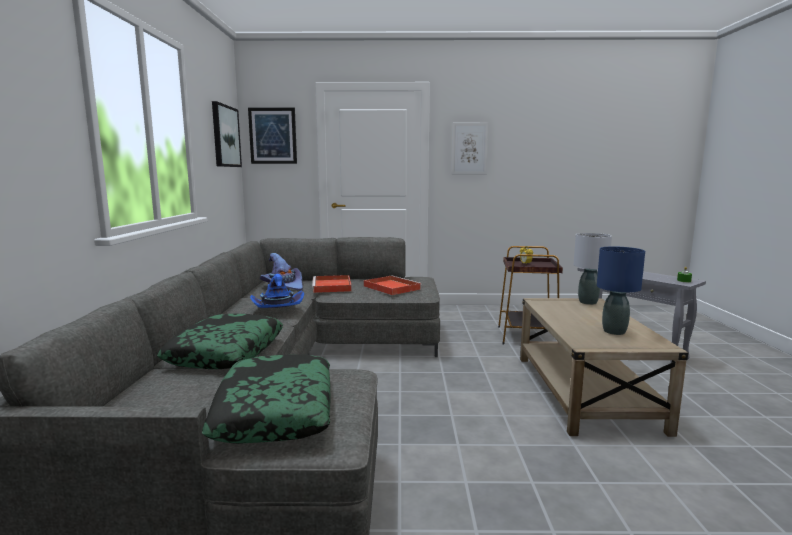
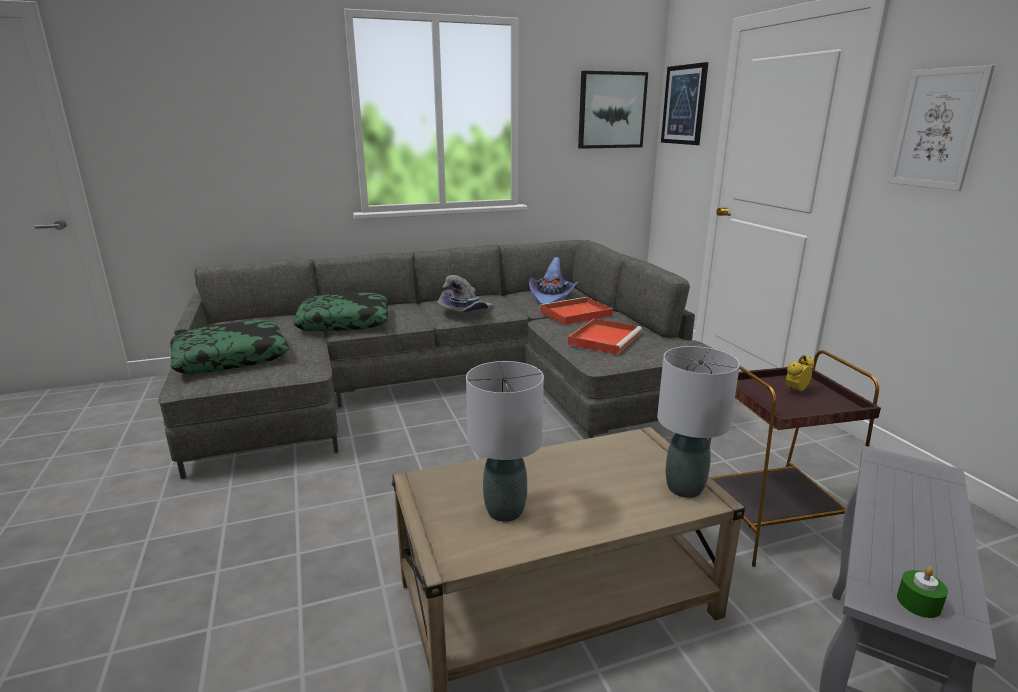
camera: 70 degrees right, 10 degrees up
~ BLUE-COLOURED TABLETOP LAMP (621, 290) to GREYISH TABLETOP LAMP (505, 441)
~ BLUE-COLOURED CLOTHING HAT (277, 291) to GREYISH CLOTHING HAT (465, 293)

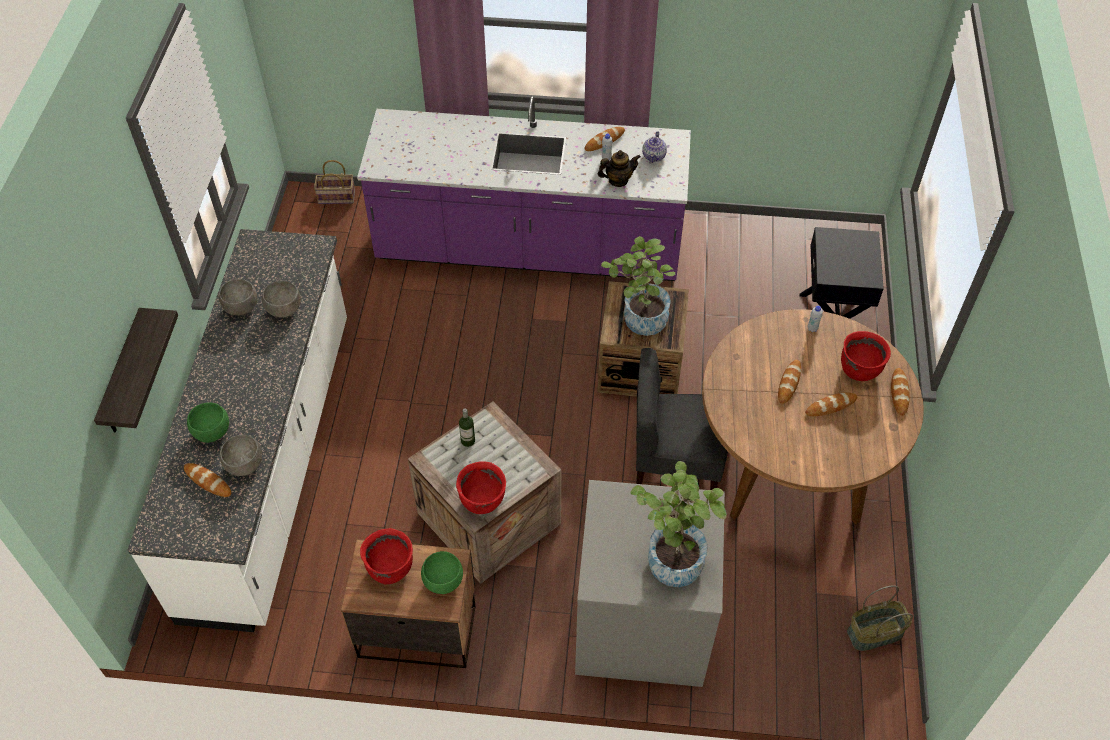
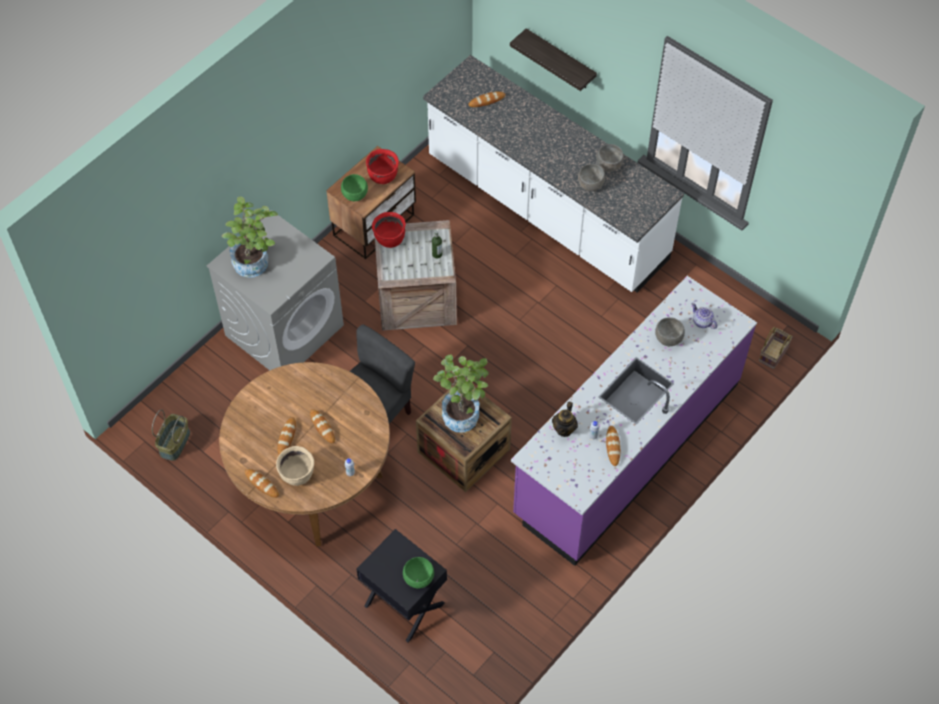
camera: 125 degrees right, 5 degrees up
~ POT FOR TEA (654, 147) to (704, 316)
~ RED-COLOURED COOKING POT (866, 356) to BEIGE COOKING POT (295, 466)
~ GREEN-COLOURED DEEP DISH (208, 422) to (418, 573)
~ GREYISH DEEP DISH (241, 455) to (670, 331)

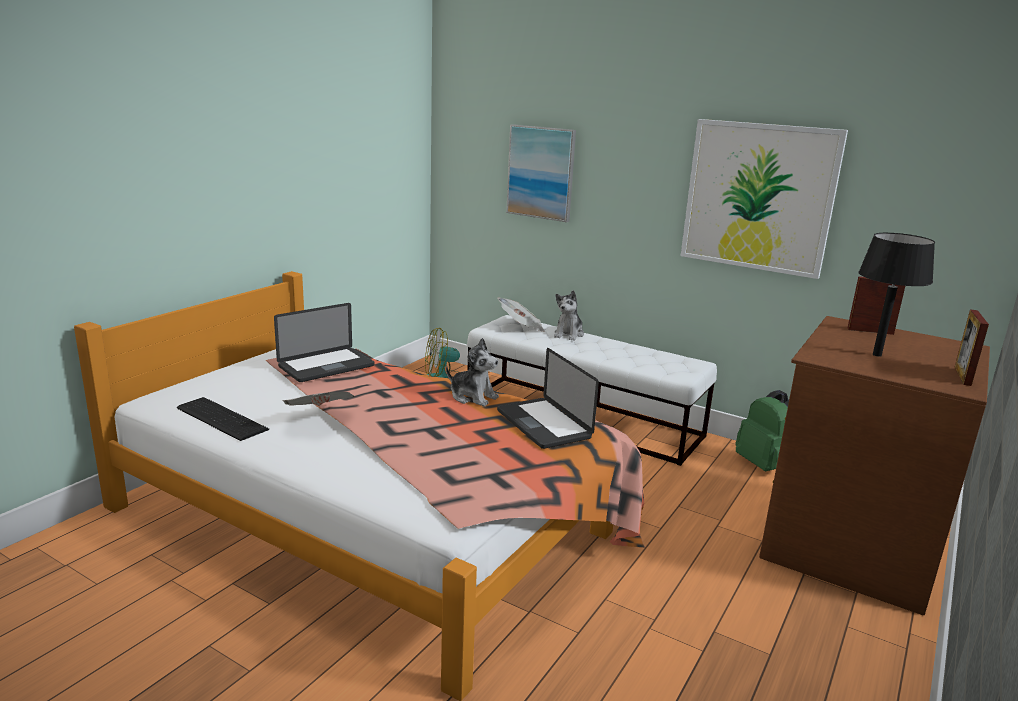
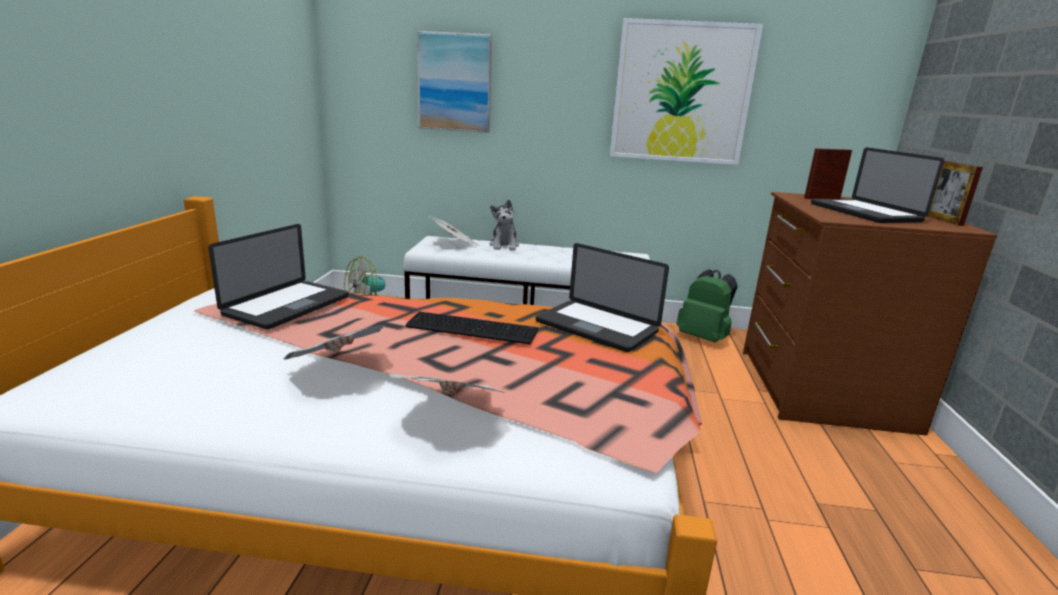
camera: 25 degrees left, 0 degrees up
~ BLACK-COLOURED TABLETOP LAMP (897, 295) to PORTABLE COMPUTER (877, 185)
- PLUSH TOY (472, 372)
~ COMPUTER KEYBOARD (223, 419) to (471, 327)
+ PRINTED PAPER (447, 384)

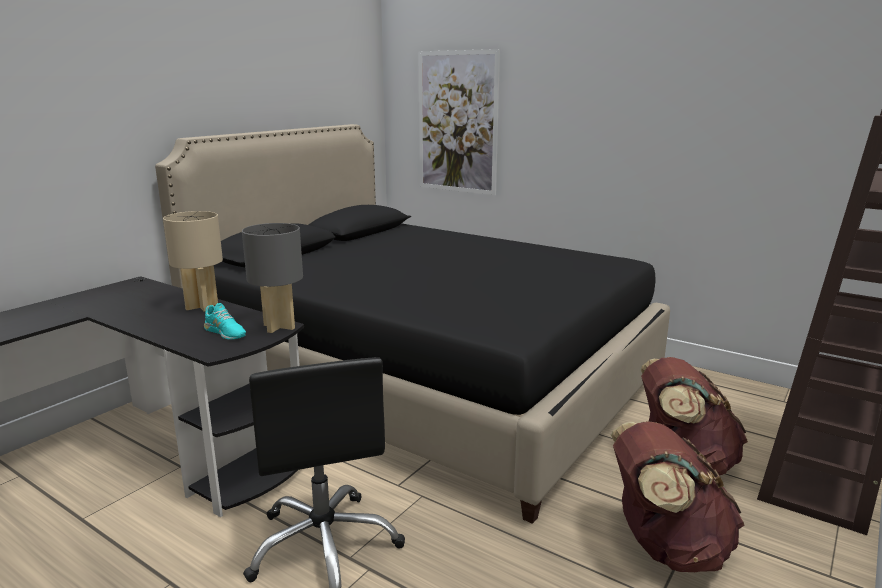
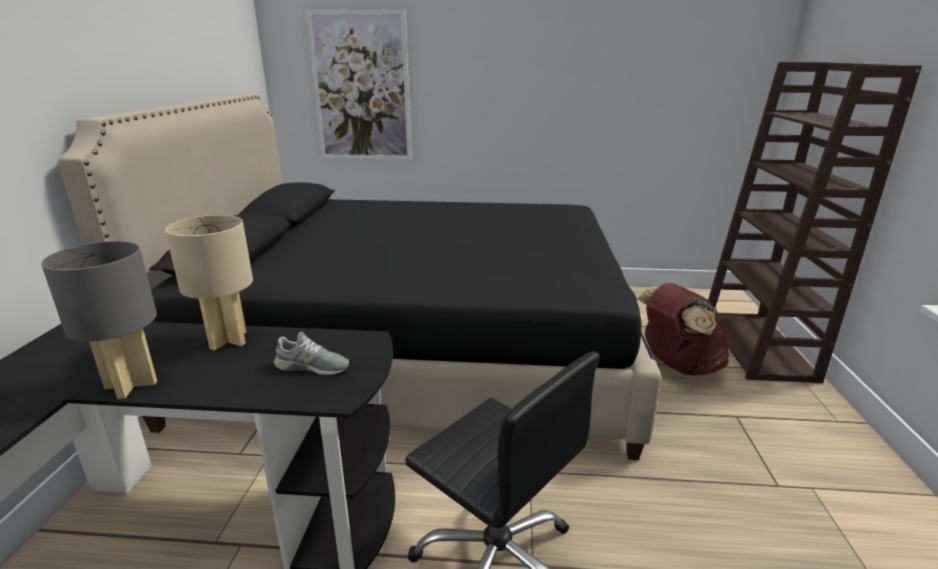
camera: 30 degrees left, 5 degrees up
~ GREYISH TABLETOP LAMP (272, 278) to (99, 320)
~ TURQUOISE SHOE (225, 321) to GREYISH SHOE (311, 353)
- BROWN-COLOURED RUCKSACK (677, 496)

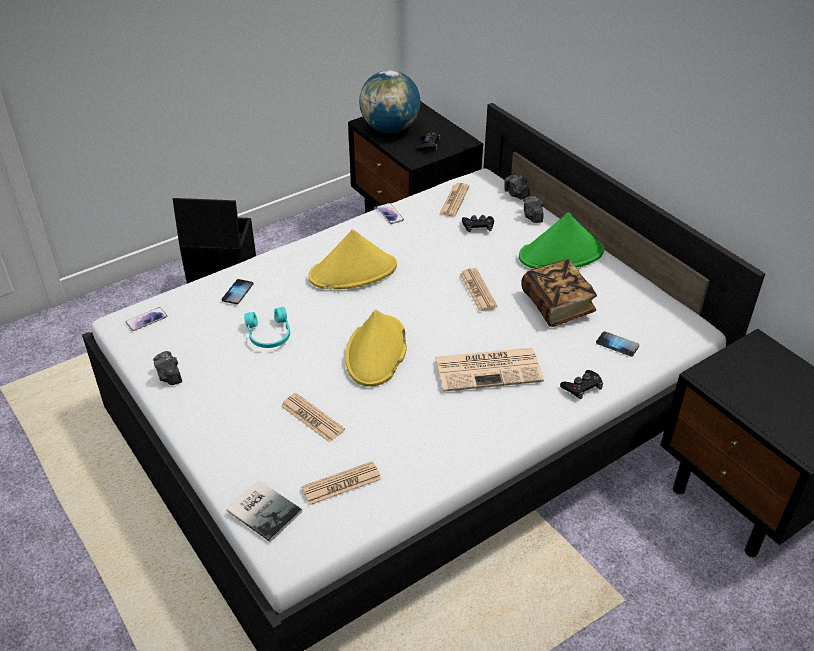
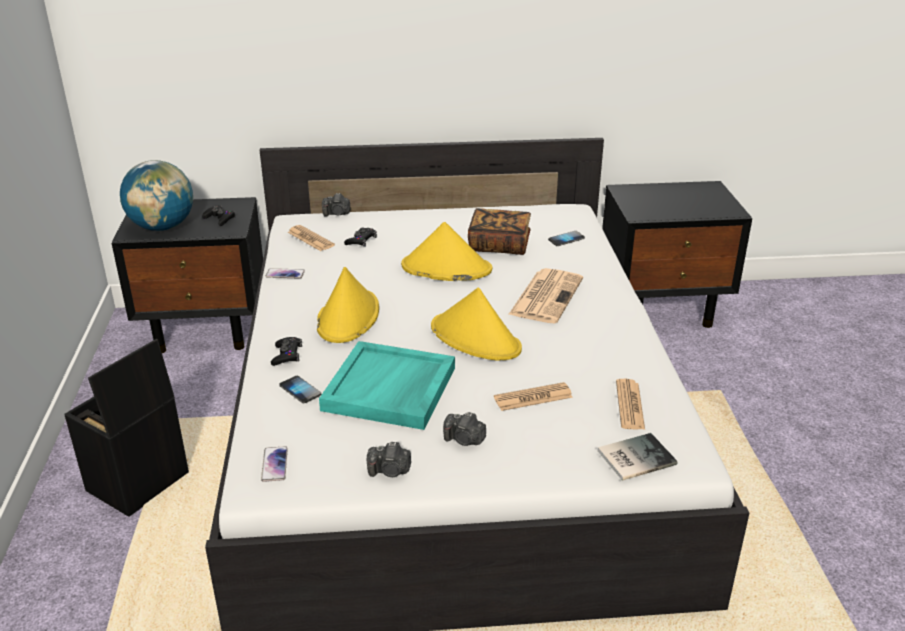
camera: 60 degrees left, 10 degrees down
~ STILL CAMERA (533, 209) to (464, 429)
- GREEN-COLOURED CLOTHING HAT (561, 240)
~ PRINTED PAPER (479, 289) to YELLOWISH CLOTHING HAT (446, 251)
~ TURQUOISE HEADSET (267, 327) to TURQUOISE TRAY (387, 385)
~ BLACK-COLOURED GAMEPAD (581, 385) to (286, 351)

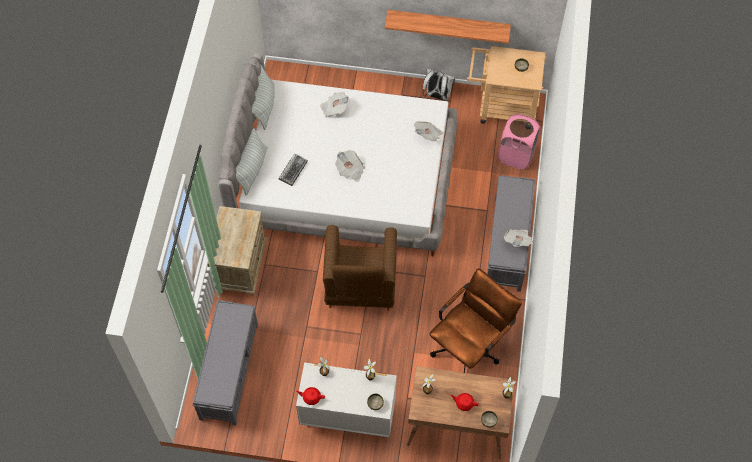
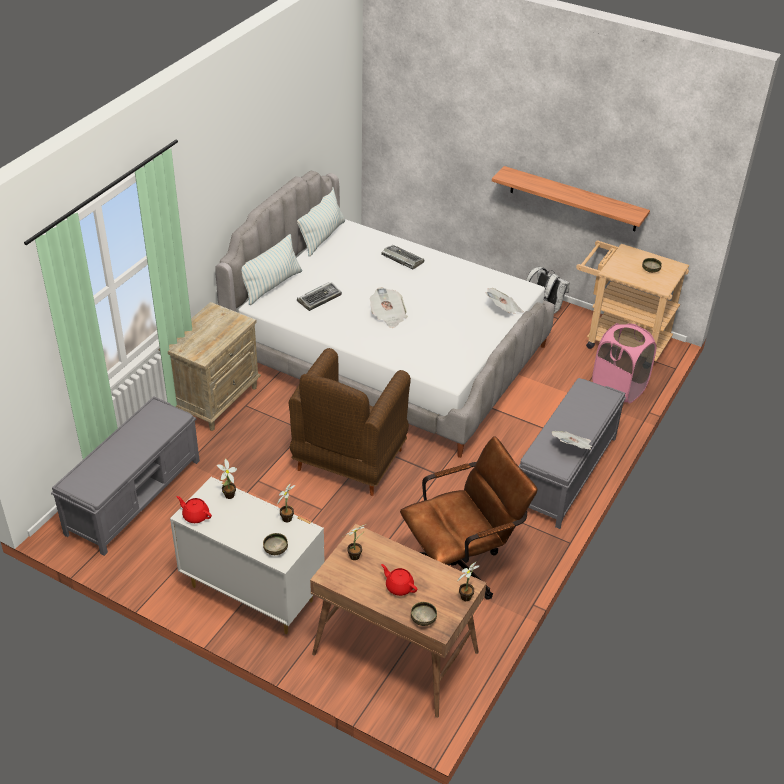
camera: 20 degrees right, 20 degrees down
~ PRINTED PAPER (334, 104) to COMPUTER KEYBOARD (402, 257)

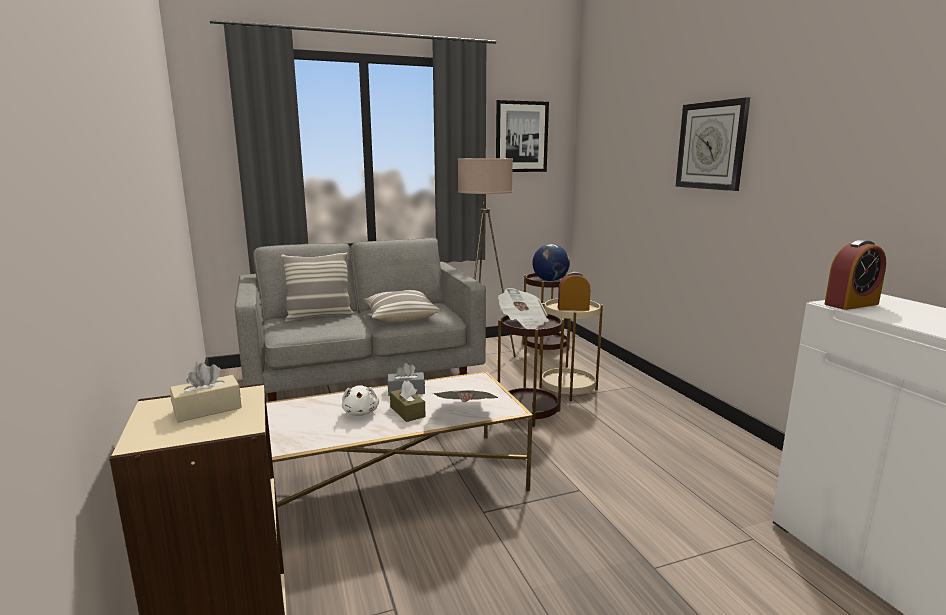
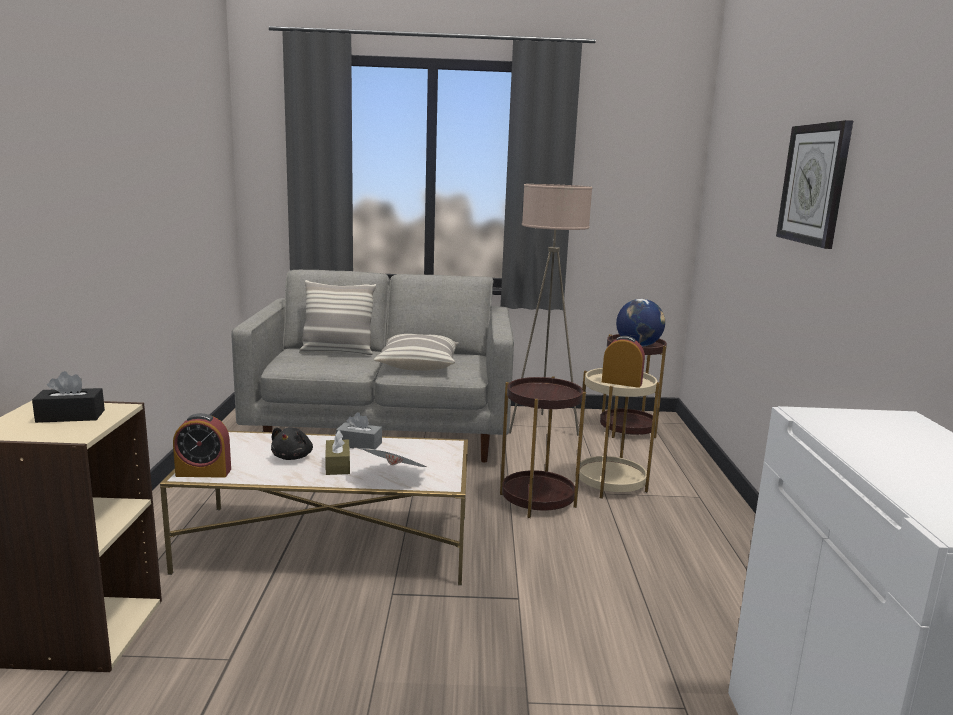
camera: 20 degrees right, 0 degrees up
- PICTURE (522, 136)
~ ALARM CLOCK (855, 275) to (202, 445)
- PRINTED PAPER (523, 308)
~ BEIGE TISSUE BOX (206, 392) to BLACK-COLOURED TISSUE BOX (68, 397)
~ WHITE-COLOURED PLUSH TOY (360, 400) to BLACK-COLOURED PLUSH TOY (292, 443)

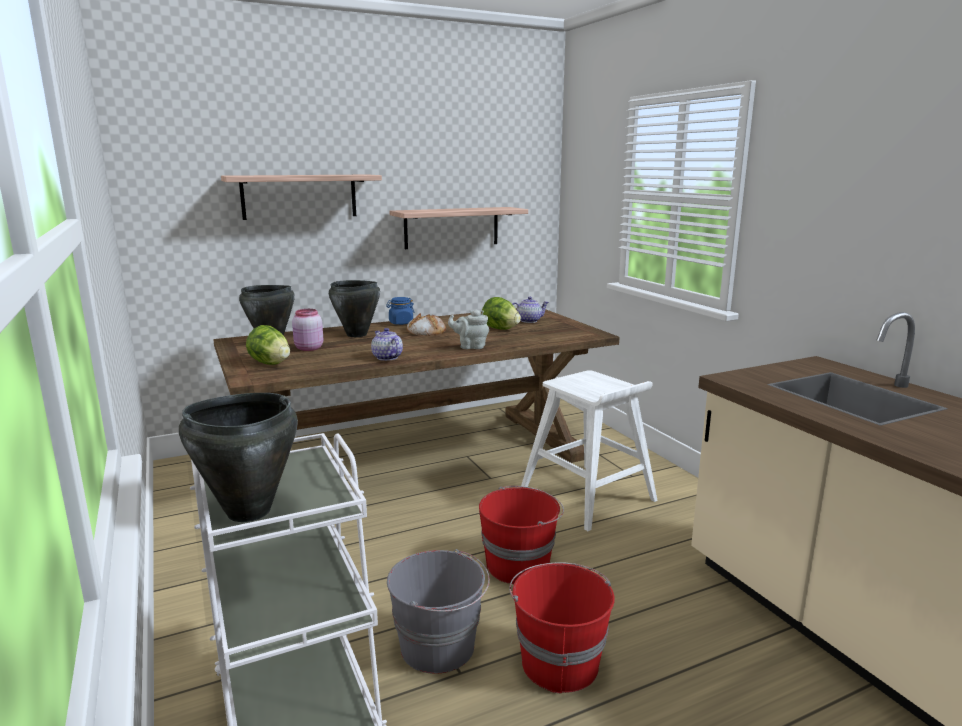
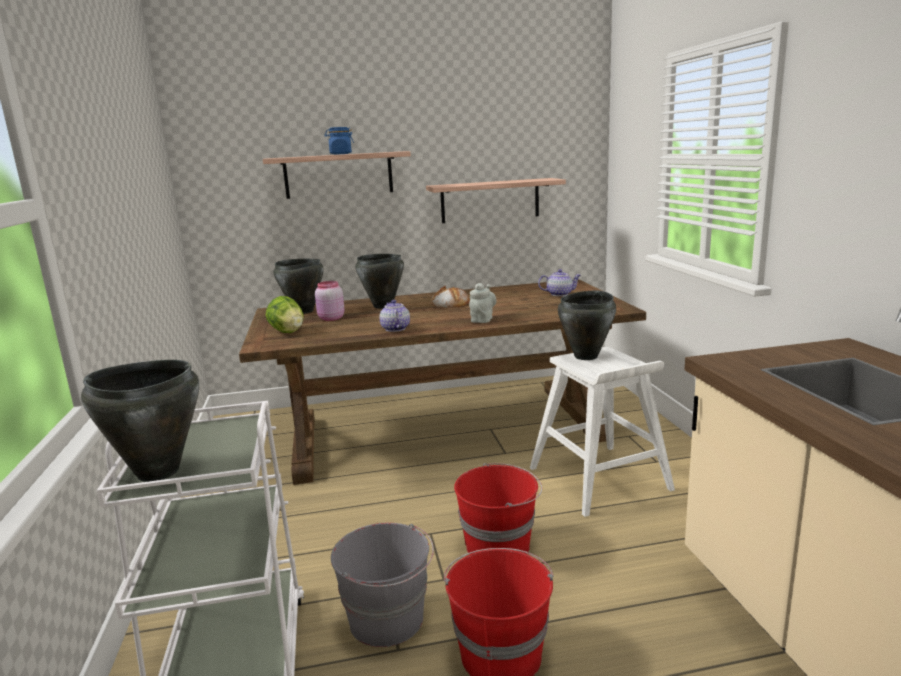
camera: 15 degrees right, 0 degrees up
~ BLUE-COLOURED JAR (400, 311) to (339, 141)
- HEAD OF LETTUCE (501, 313)
~ GREYISH POT FOR TEA (468, 329) = (482, 303) 90 degrees clockwise
+ BLACK-COLOURED COOKING POT (587, 325)

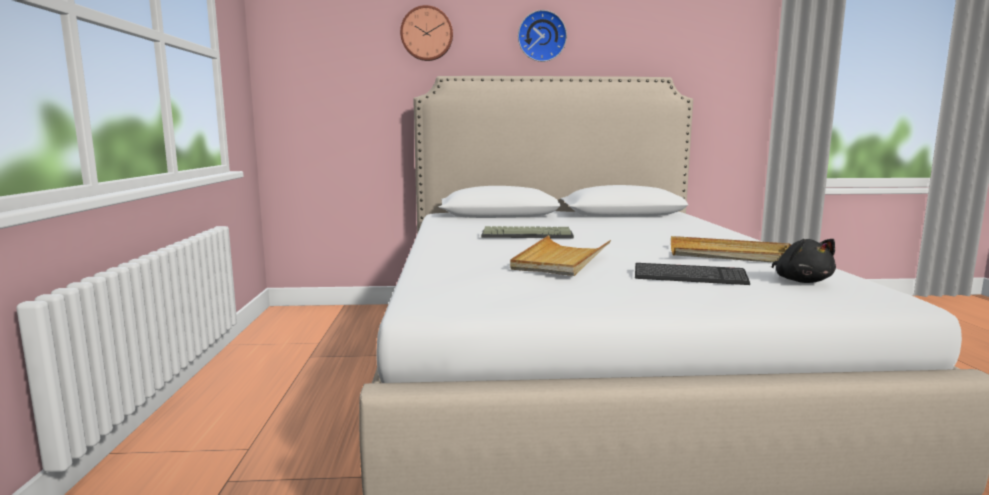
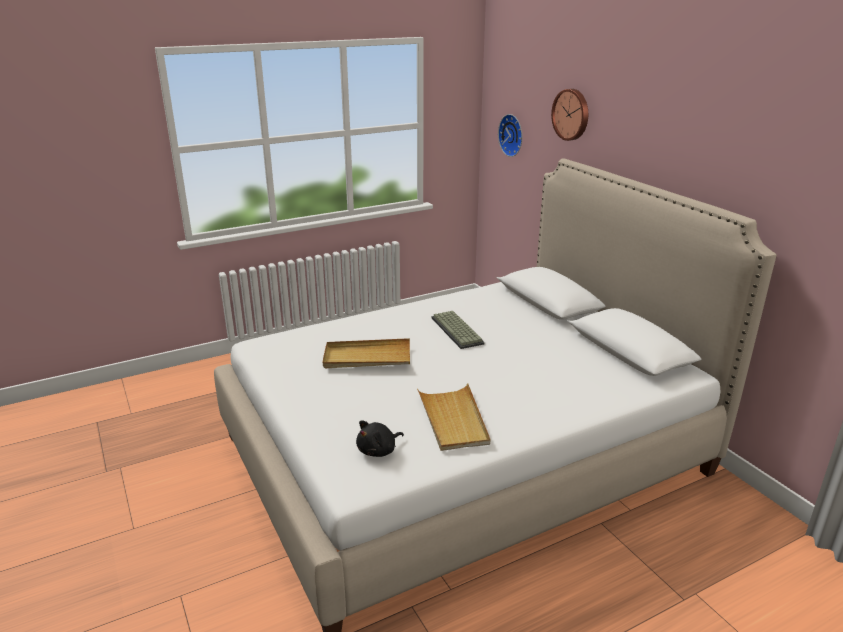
camera: 65 degrees right, 15 degrees up
~ CLOCK ON THE WALL (542, 36) to (510, 135)
- COMPUTER KEYBOARD (692, 274)

